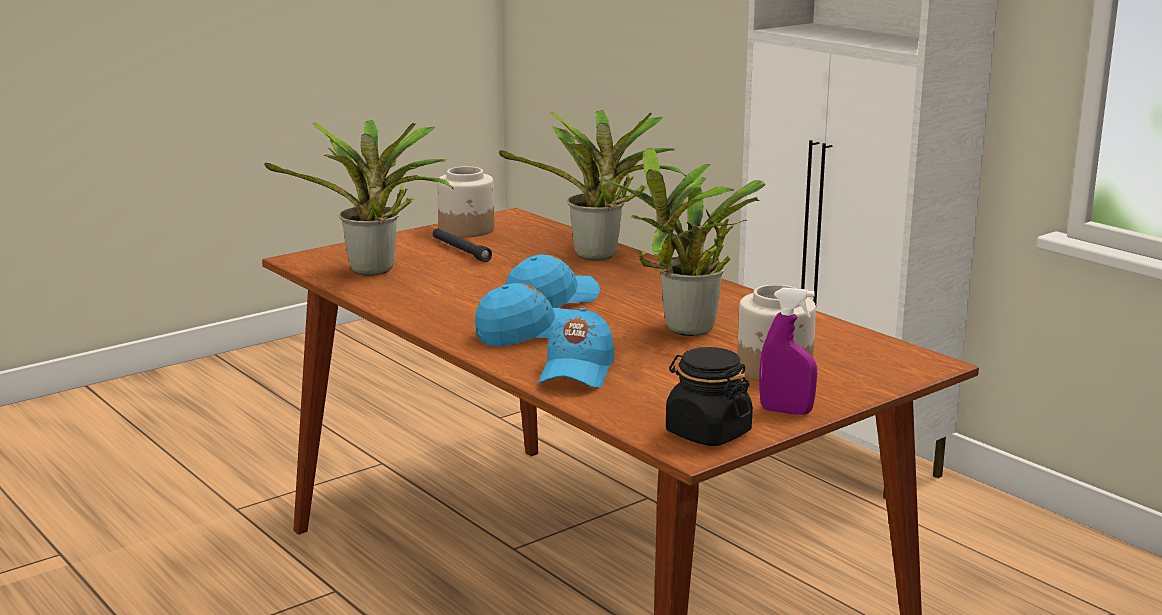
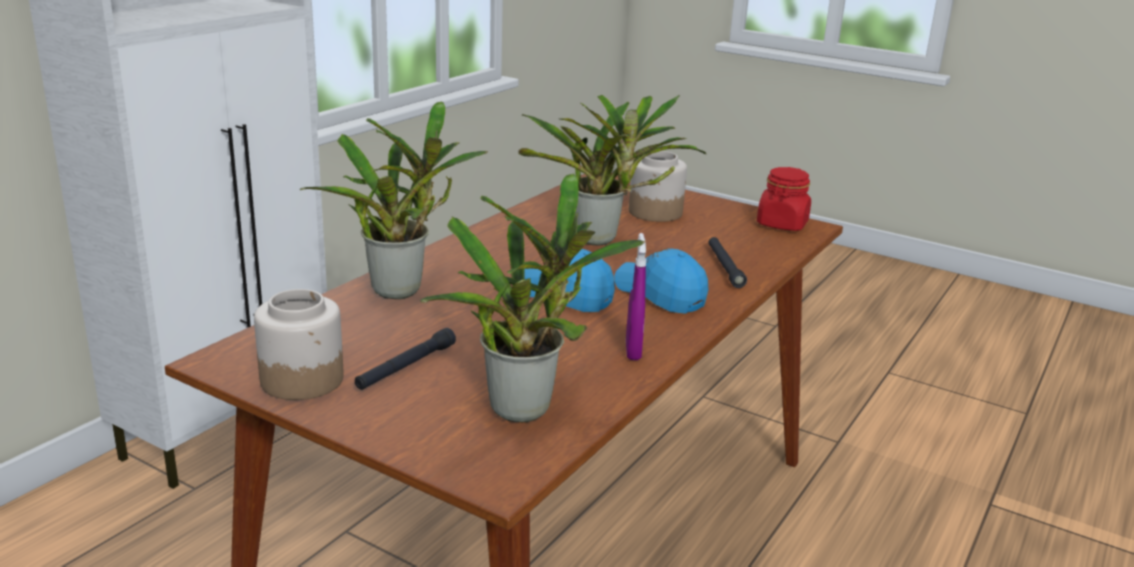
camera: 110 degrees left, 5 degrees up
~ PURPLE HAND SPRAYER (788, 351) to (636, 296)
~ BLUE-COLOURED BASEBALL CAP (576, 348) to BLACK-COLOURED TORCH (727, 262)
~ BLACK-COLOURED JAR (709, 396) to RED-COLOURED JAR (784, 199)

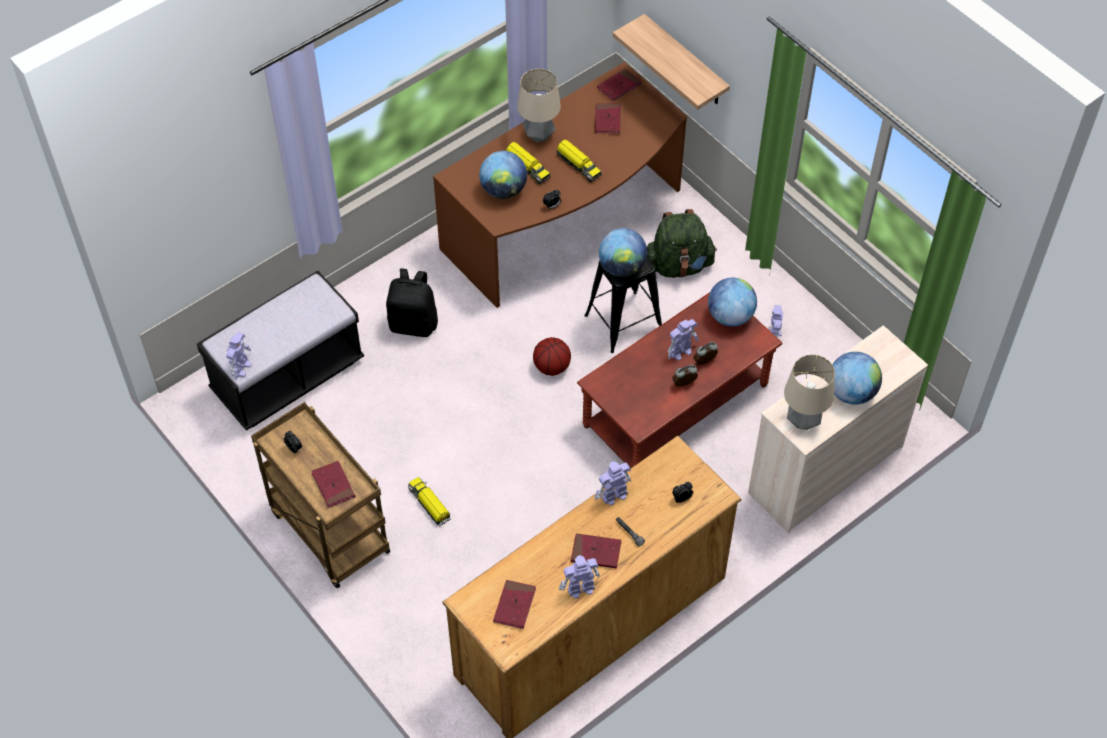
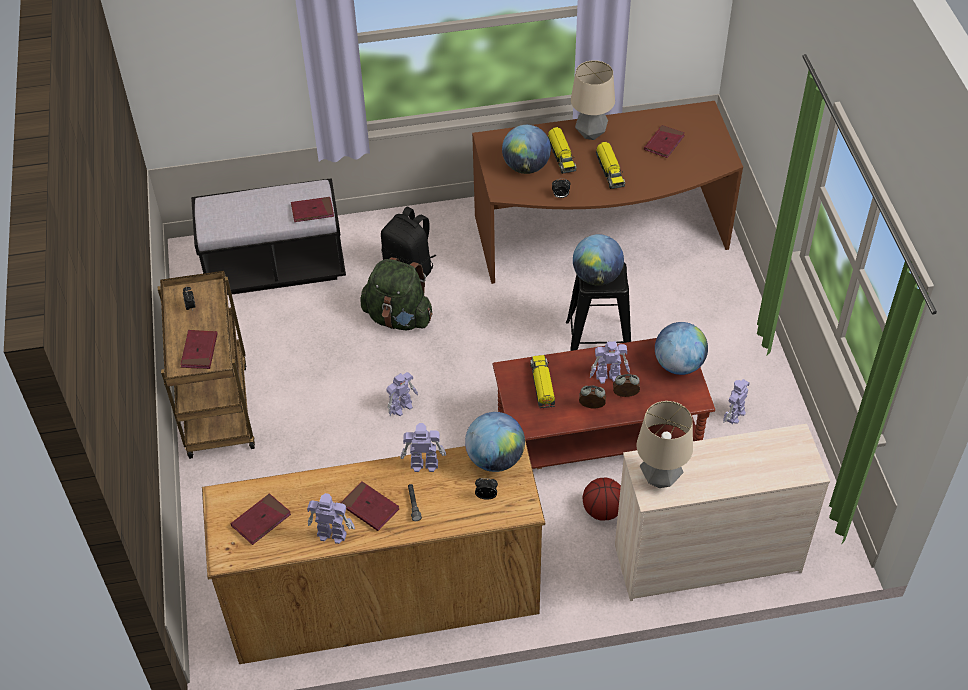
camera: 30 degrees right, 5 degrees down
- SHELF (671, 62)
~ RED-COLOURED BOUND BOOK (619, 85) to (312, 209)
~ GREEN-COLOURED RUCKSACK (682, 243) to (396, 293)
~ TOY ROBOT (239, 356) to (402, 394)
~ BALL FOR BASKETBALL (552, 356) to (602, 499)
~ WORLD GLOBE (857, 378) to (495, 442)
~ TOY TRUCK (429, 501) to (542, 381)

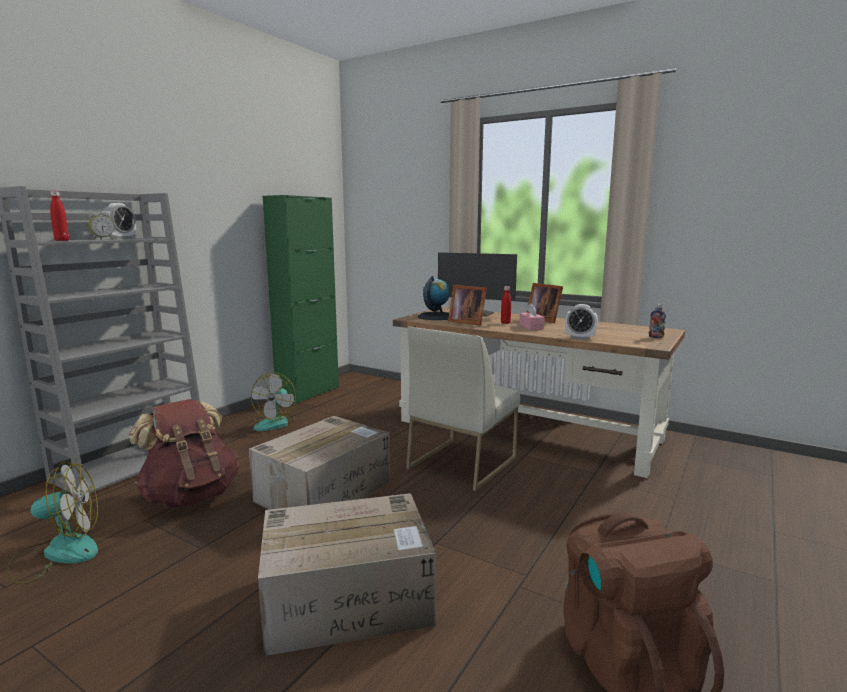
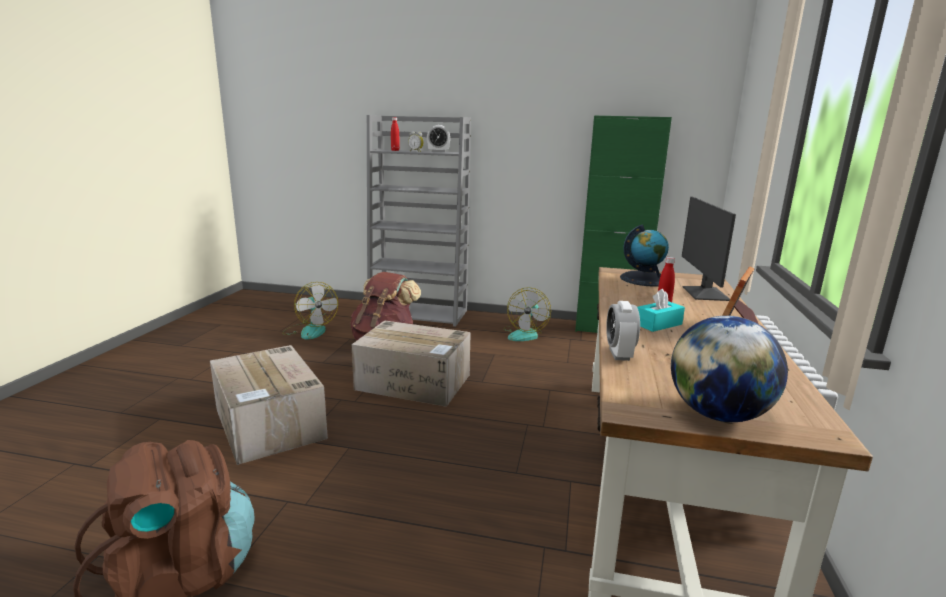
camera: 70 degrees right, 5 degrees up
- PHOTO FRAME (467, 305)
~ PINKISH TISSUE BOX (532, 316) to TURQUOISE TISSUE BOX (661, 310)
~ BEVERAGE BOTTLE (657, 321) to WORLD GLOBE (729, 369)
- WHITE-COLOURED PLAIN CHAIR (463, 409)
~ COOLING FAN (273, 401) = (527, 314) 60 degrees counterclockwise

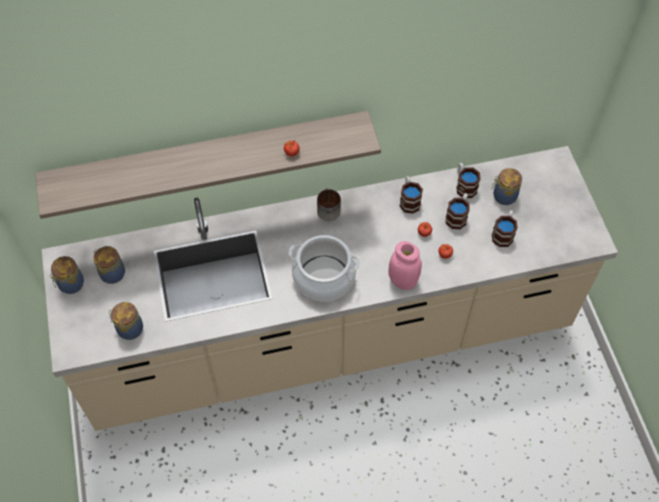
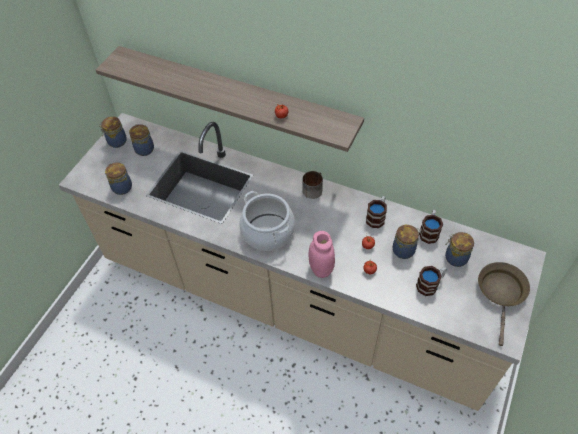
camera: 40 degrees right, 5 degrees down
~ COFFEE MUG (458, 211) to JAR (406, 242)
+ BROWN-COLOURED PAN (504, 304)

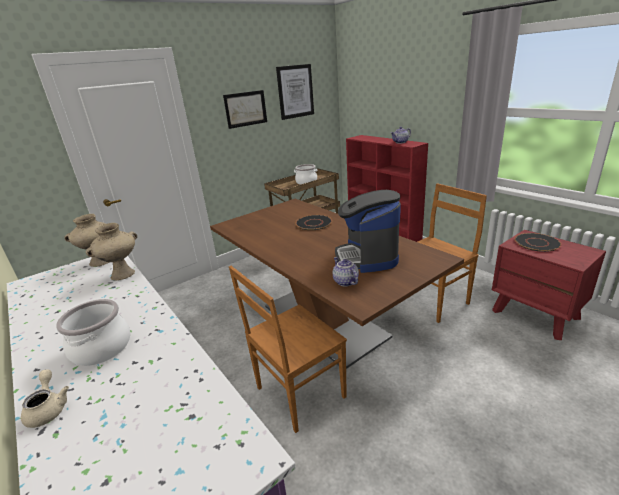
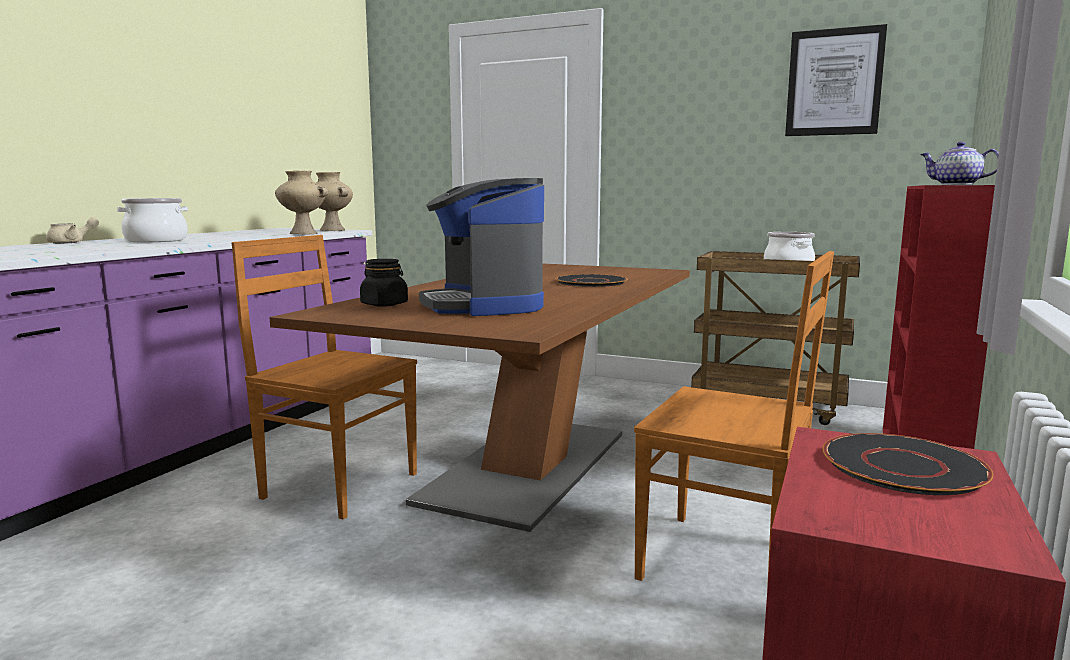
camera: 60 degrees right, 15 degrees down
- PICTURE (245, 109)
~ COFFEE BREWER (368, 231) = (481, 247) 75 degrees counterclockwise
~ POT FOR TEA (346, 271) to BLACK-COLOURED JAR (384, 283)

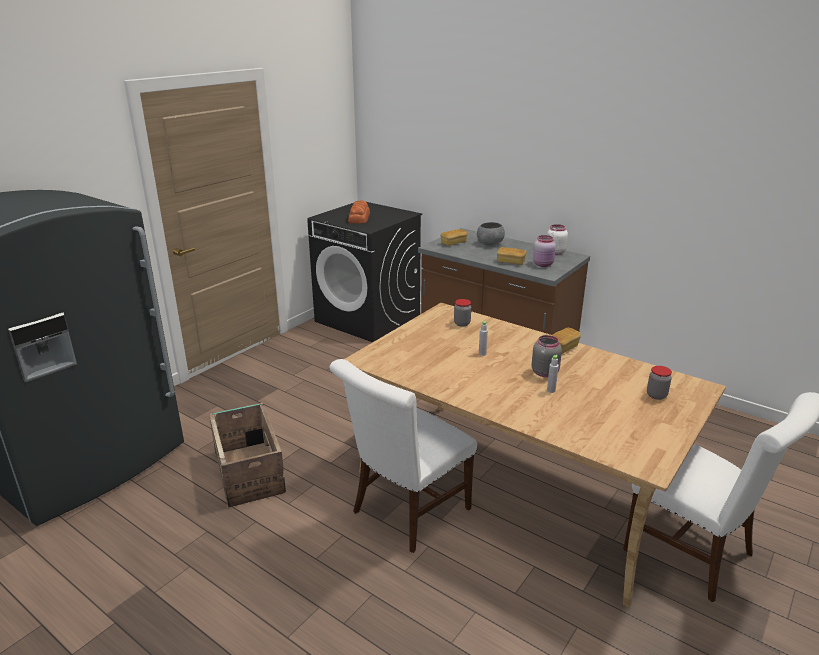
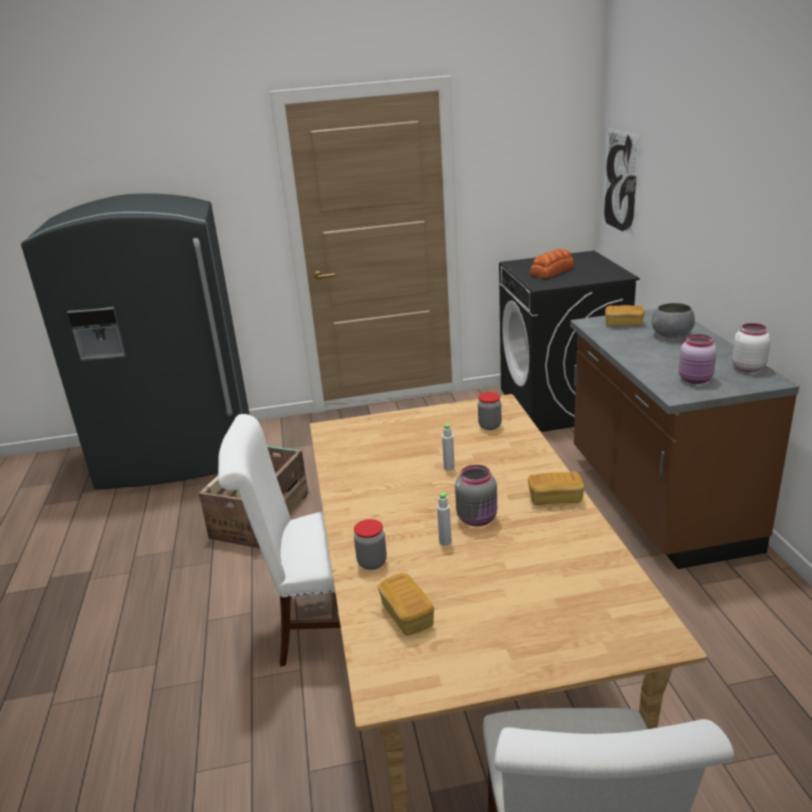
camera: 45 degrees right, 0 degrees up
~ BAKERY BREAD (511, 256) to (406, 604)
~ JAR (659, 383) to (370, 544)
+ PICTURE (621, 183)

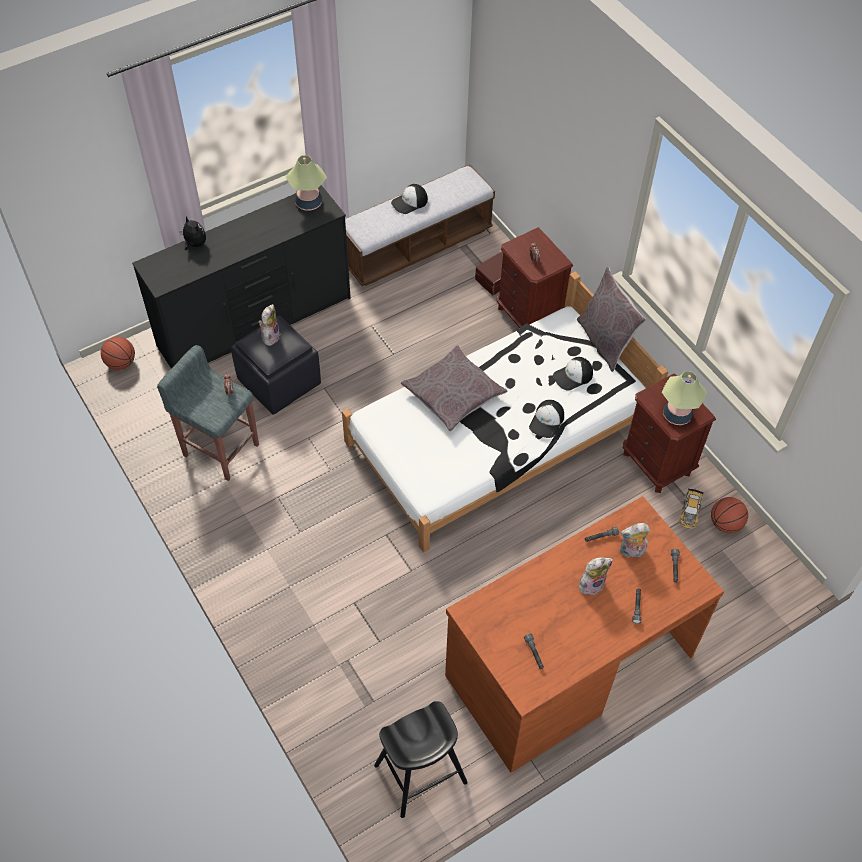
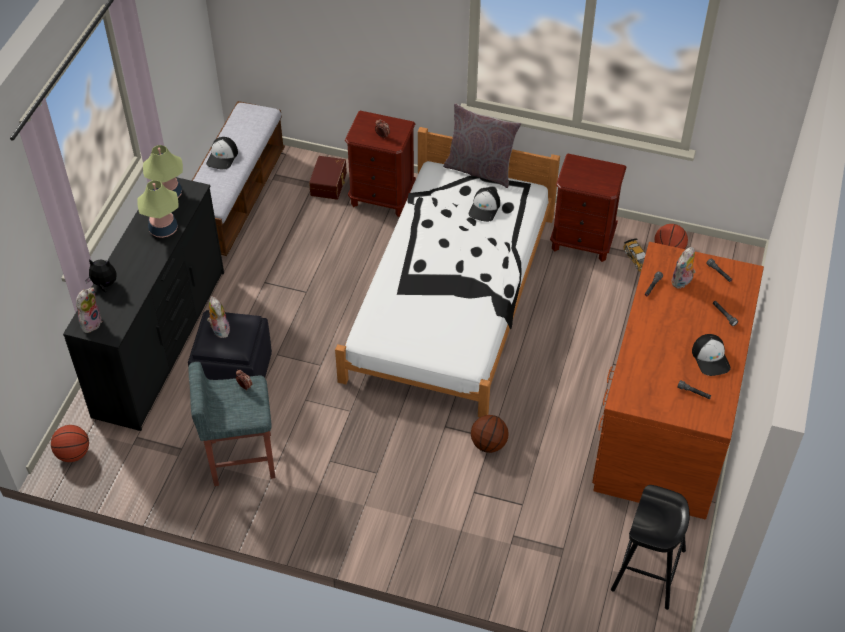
camera: 40 degrees left, 5 degrees down
- GREYISH PILLOW (454, 388)
~ TABLETOP LAMP (684, 398) to (157, 209)
~ BASEBALL CAP (546, 419) to (711, 355)
~ PLUSH TOY (596, 576) to (89, 310)
+ BALL FOR BASKETBALL (490, 434)

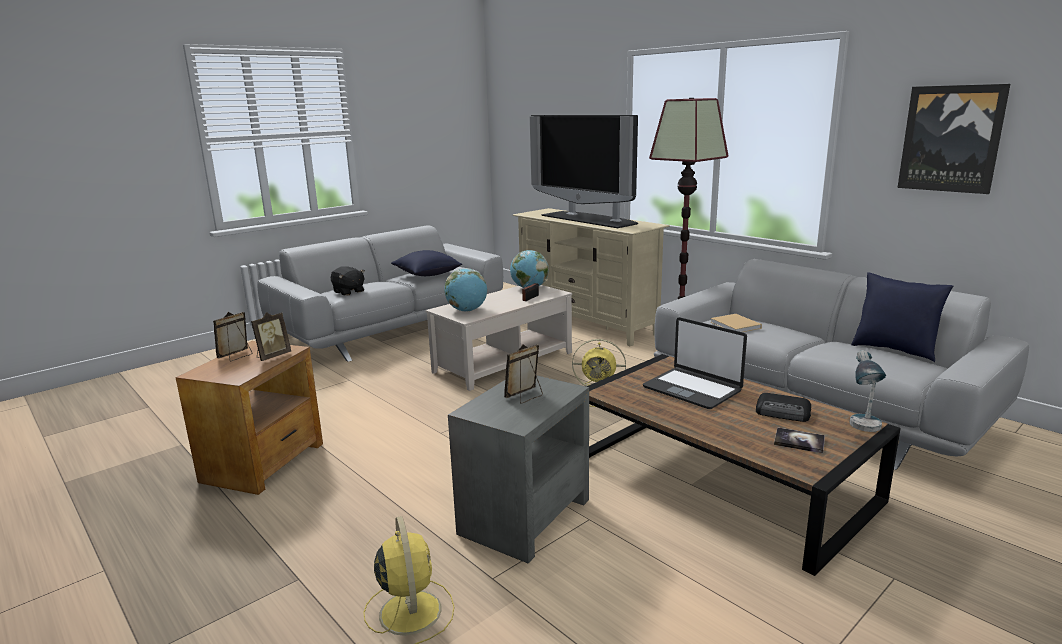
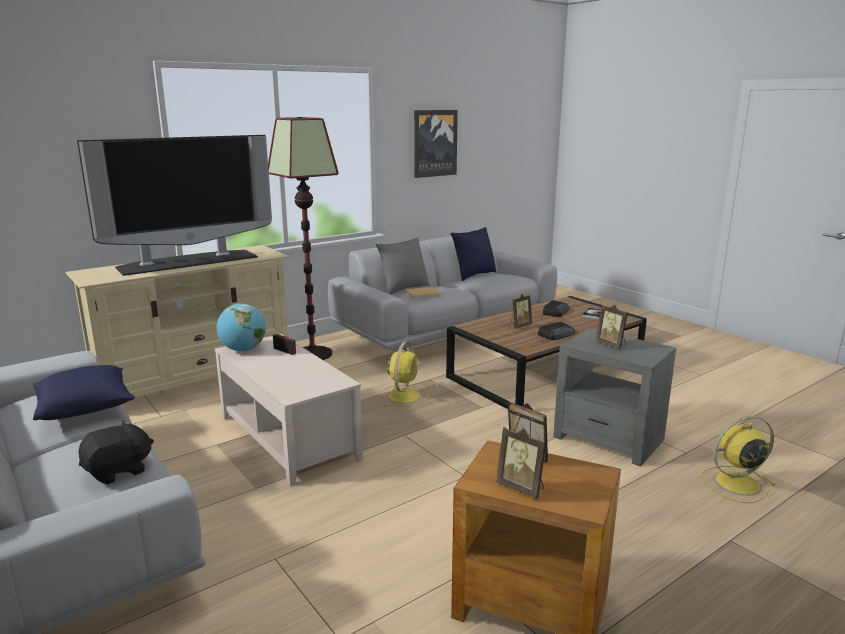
camera: 85 degrees left, 0 degrees up
- WORLD GLOBE (465, 290)
~ PORTABLE COMPUTER (695, 363) to PHOTO FRAME (520, 311)
- TABLETOP LAMP (868, 391)
+ GREYISH PILLOW (403, 266)
+ RADIO (556, 331)

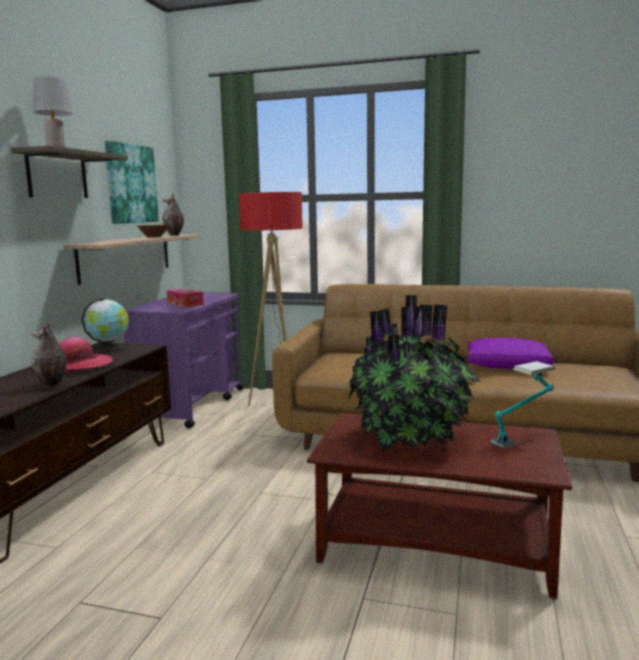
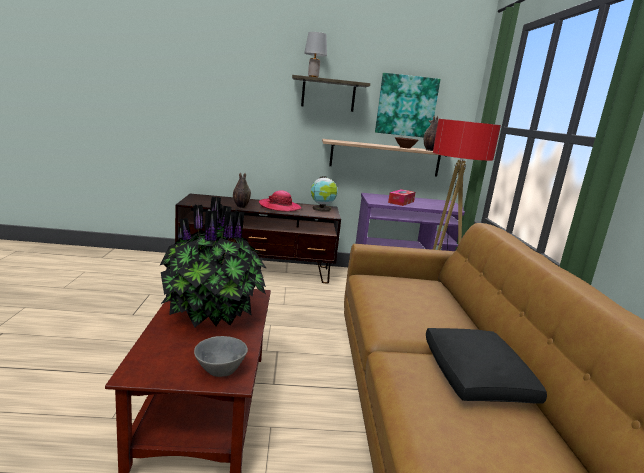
camera: 70 degrees right, 5 degrees up
~ PURPLE PILLOW (511, 353) to BLACK-COLOURED PILLOW (486, 366)
~ TABLETOP LAMP (523, 405) to GREYISH DEEP DISH (221, 356)

